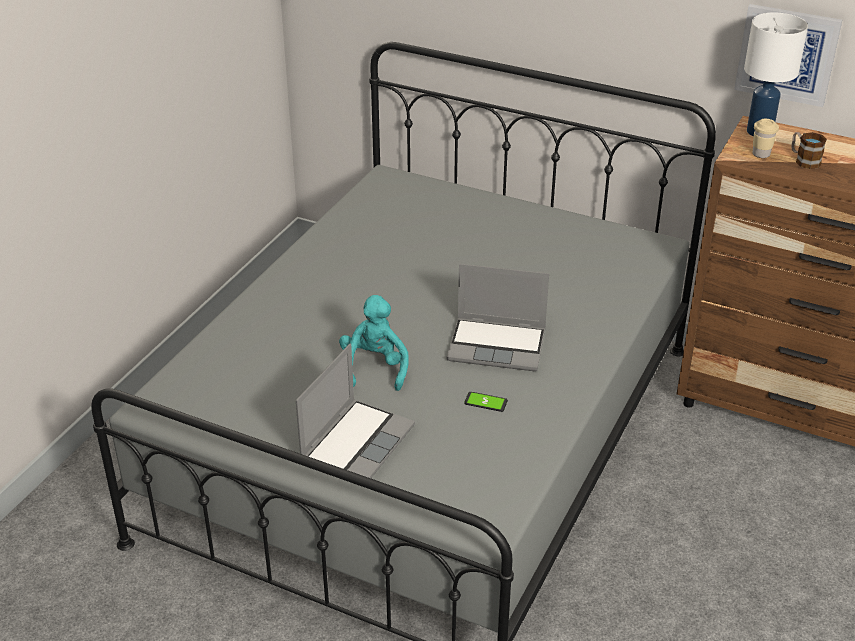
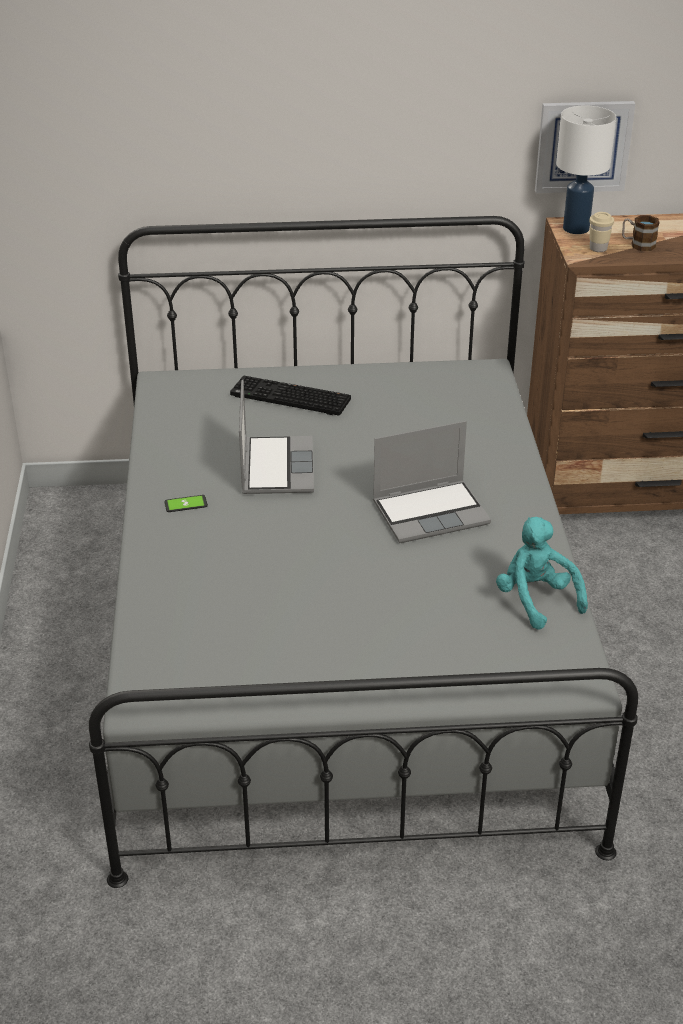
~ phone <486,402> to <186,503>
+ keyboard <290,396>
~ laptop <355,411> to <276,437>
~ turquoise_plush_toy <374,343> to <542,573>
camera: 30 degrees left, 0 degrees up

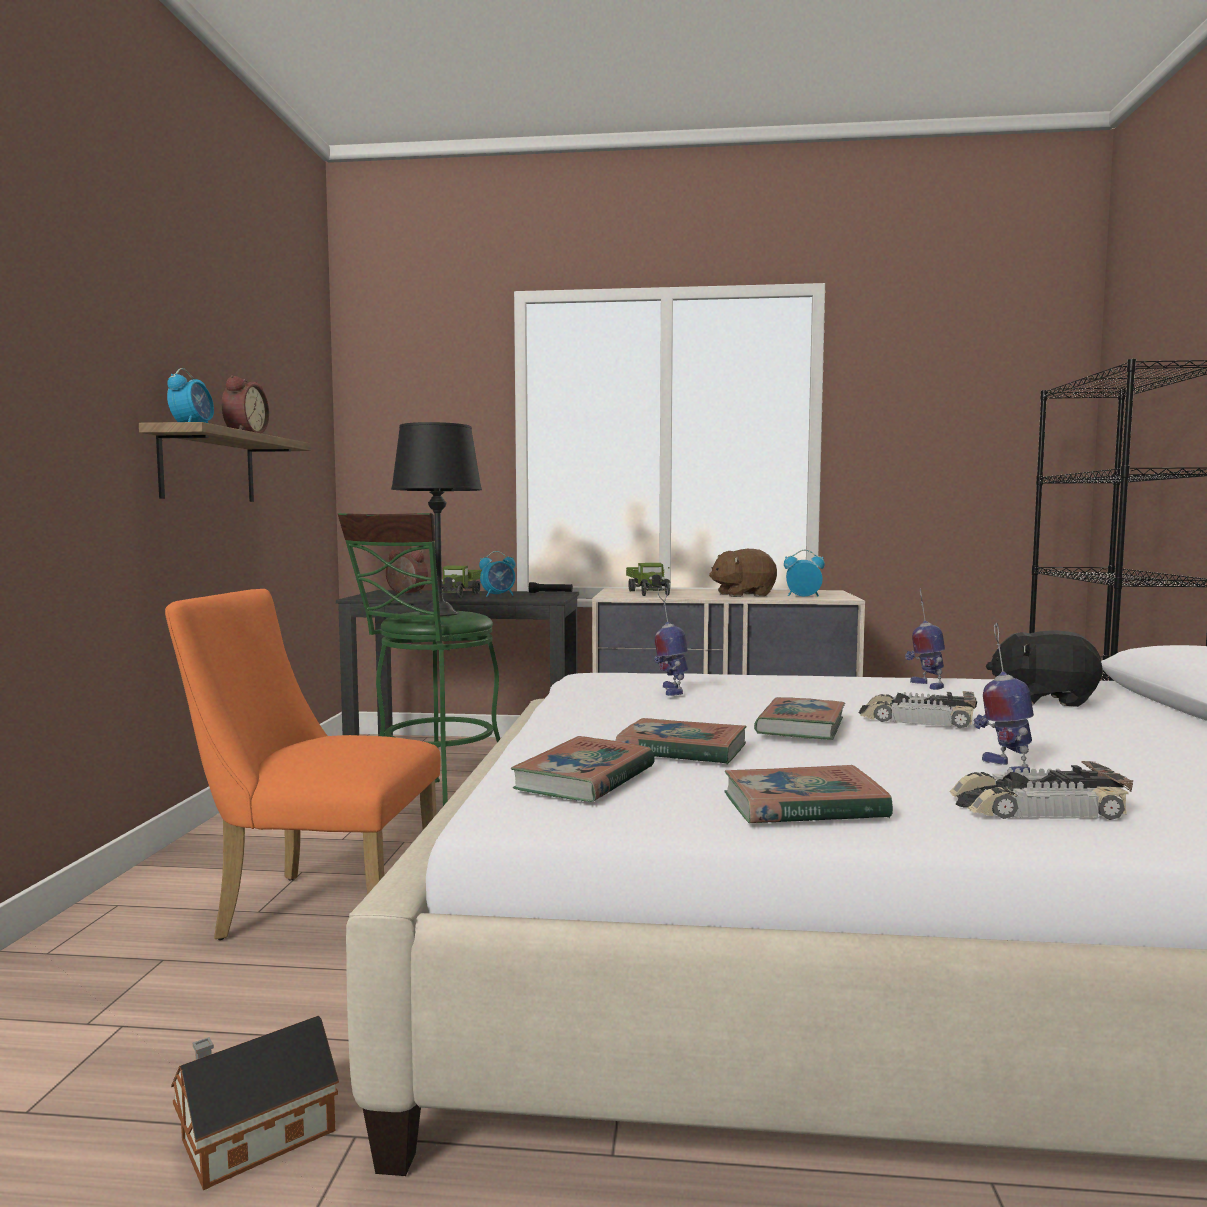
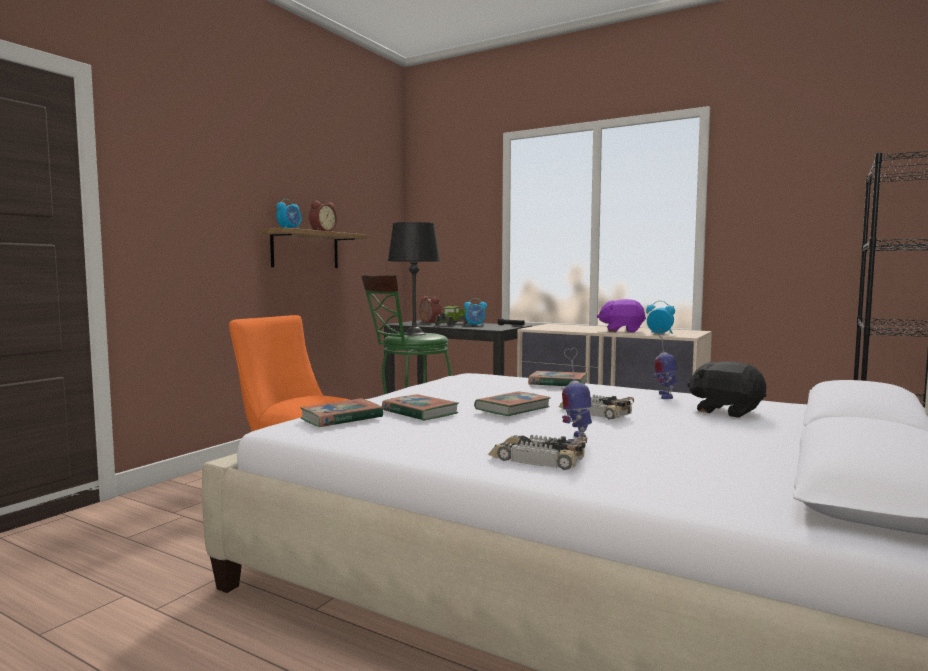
~ book <808,794> to <557,378>
~ brown_plush_toy <743,573> to purple_plush_toy <621,316>
- toy_house <255,1102>
- toy_truck <648,579>
- toy_robot <671,641>
camera: 25 degrees right, 0 degrees up

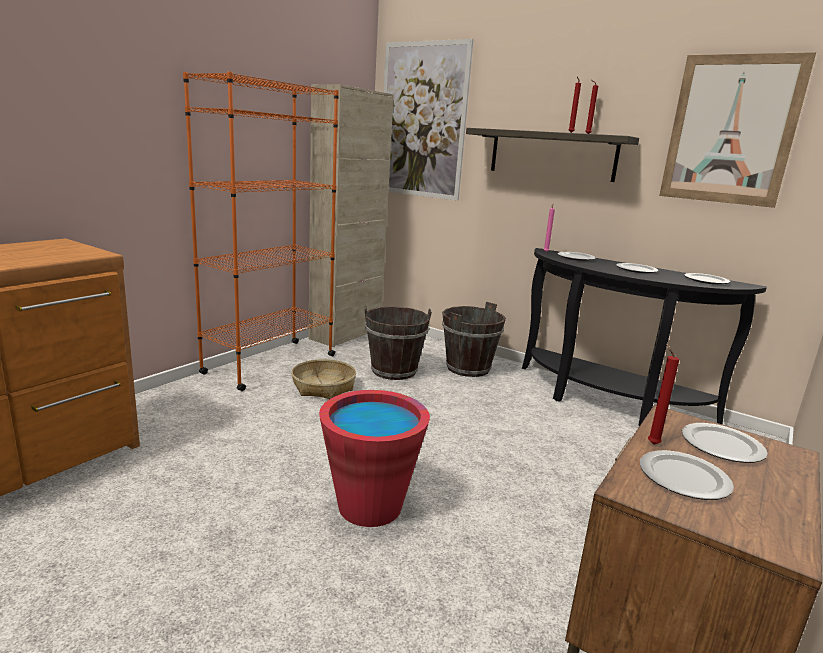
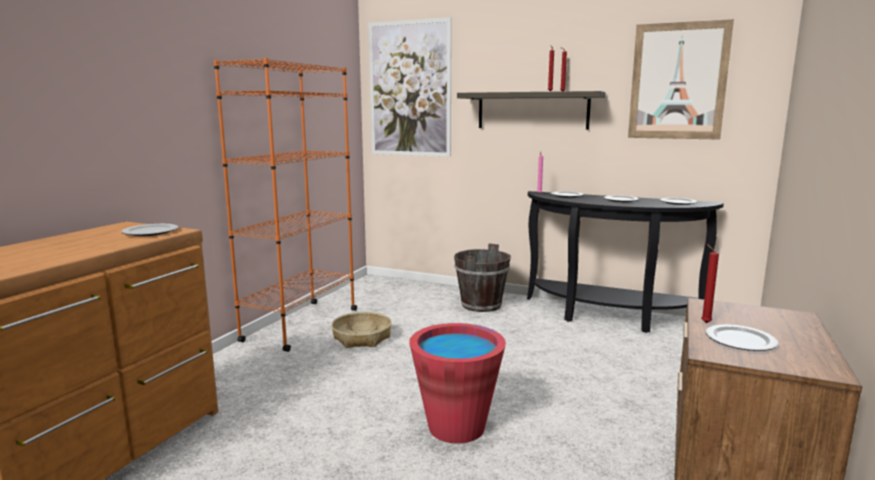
~ plate <725,443> to <149,230>
- beige_cabinet <351,215>
- brown_bucket <398,342>
camera: 10 degrees left, 5 degrees down

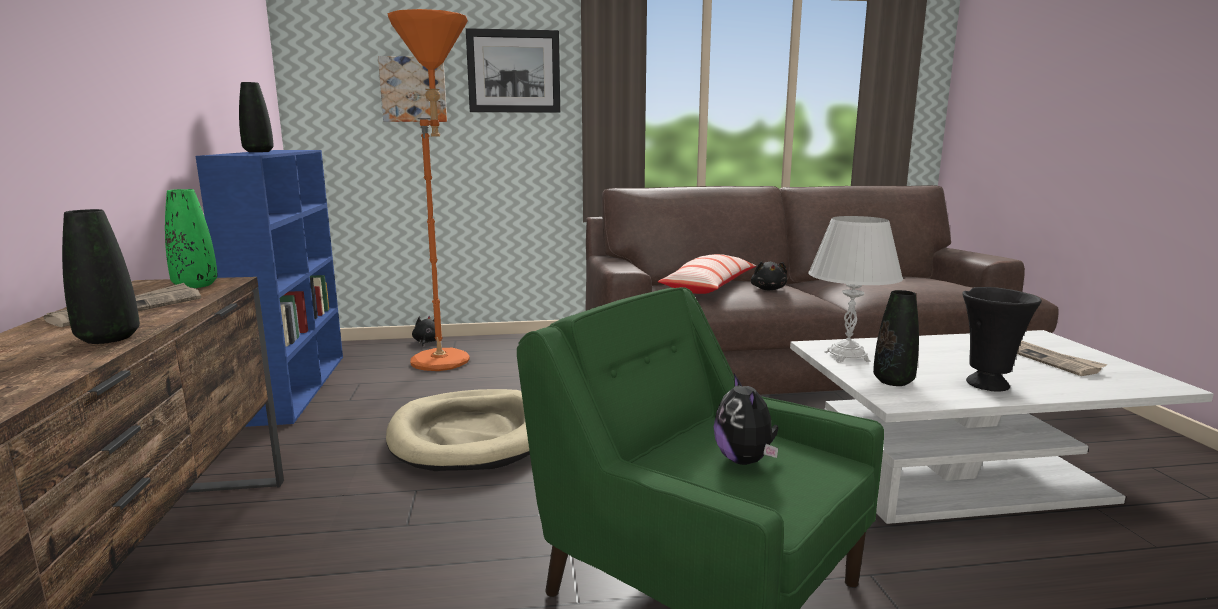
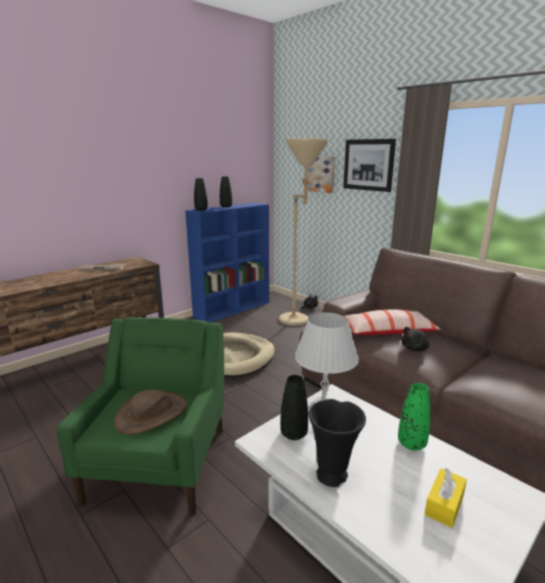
~ plush_toy <746,419> to brown_hat <150,412>
~ black_vase <101,276> to <201,194>
~ orange_floor_lamp <429,190> to beige_floor_lamp <304,232>
~ green_vase <191,238> to <414,417>
~ newspaper <1062,358> to yellow_tissue_box <446,498>
camera: 55 degrees right, 5 degrees up

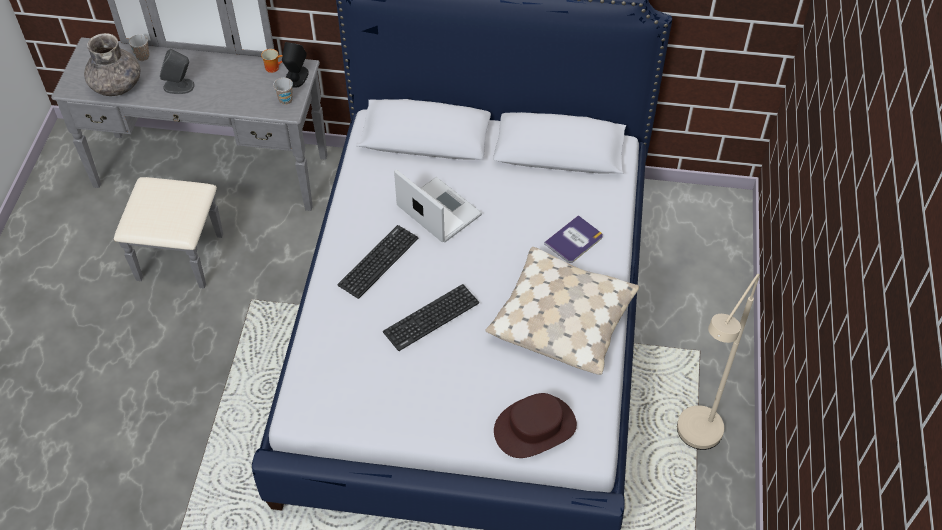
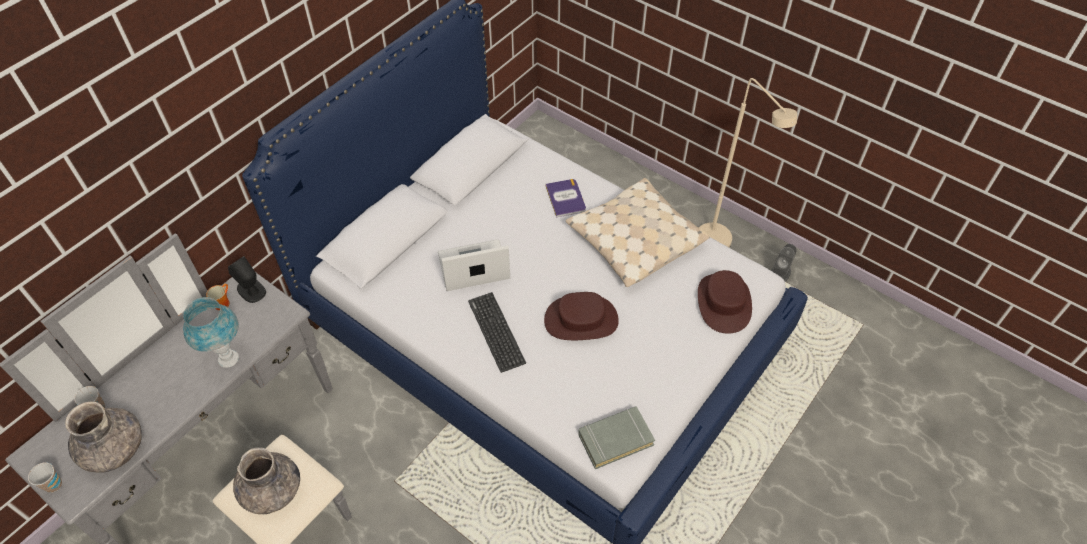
~ cup <283,91> to <45,477>
+ blue_table_lamp <211,332>
+ grey_vase <266,480>
~ keyboard <431,317> to brown_hat <581,316>
+ grey_book <616,437>
~ grey_speaker <177,71> to <784,263>
camera: 60 degrees left, 0 degrees up

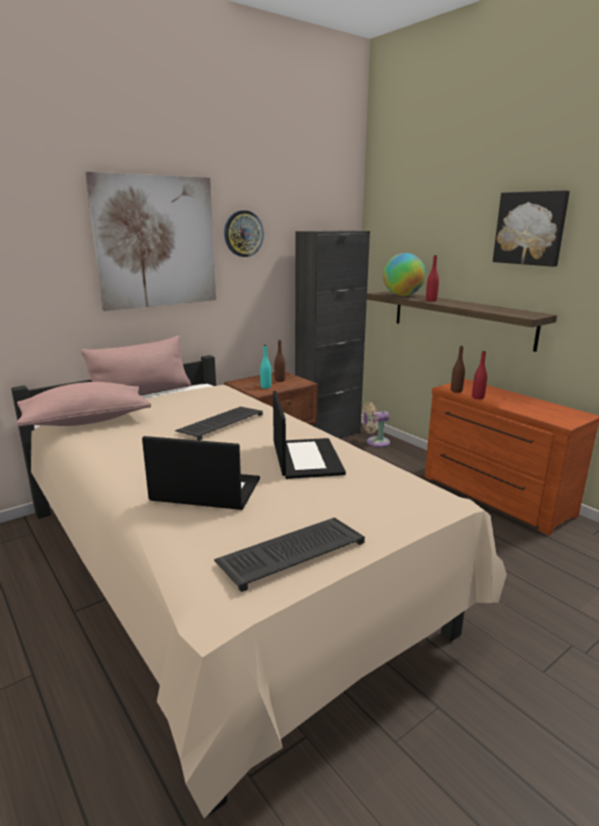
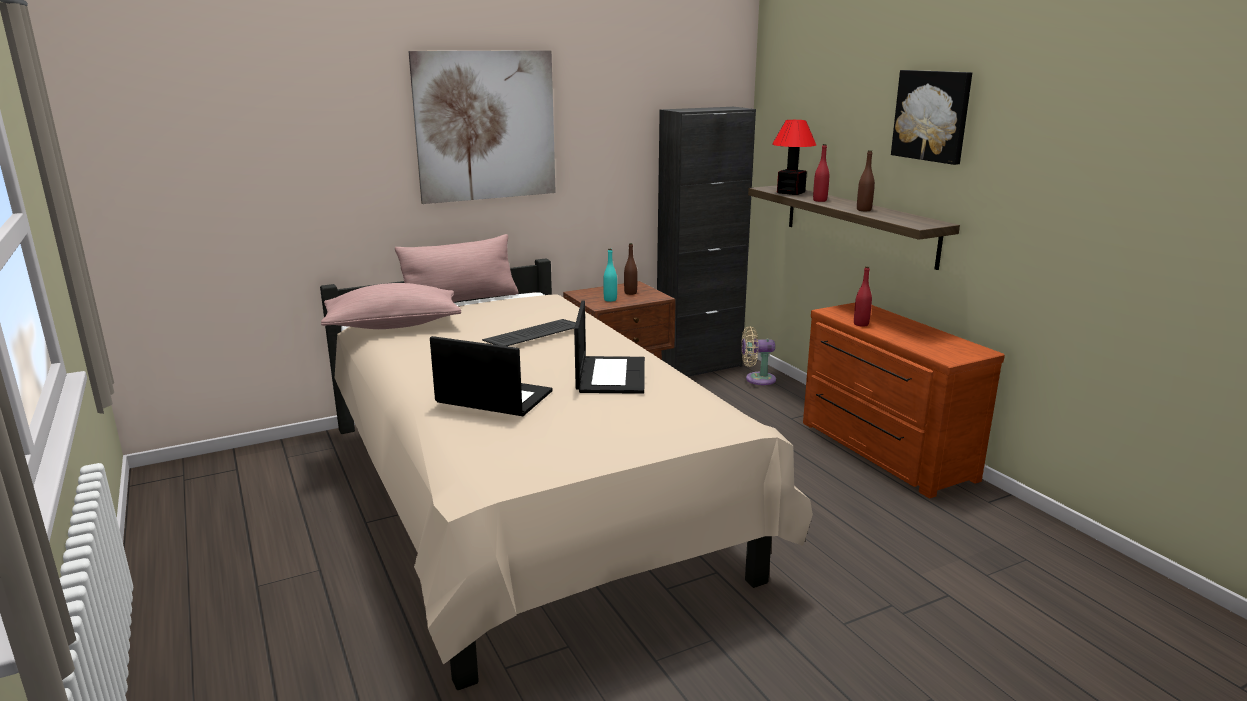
~ globe <404,274> to table_lamp <794,157>
~ brown_bottle <458,369> to <866,180>
- keyboard <289,554>
- wall_clock <244,233>
camera: 10 degrees right, 0 degrees up

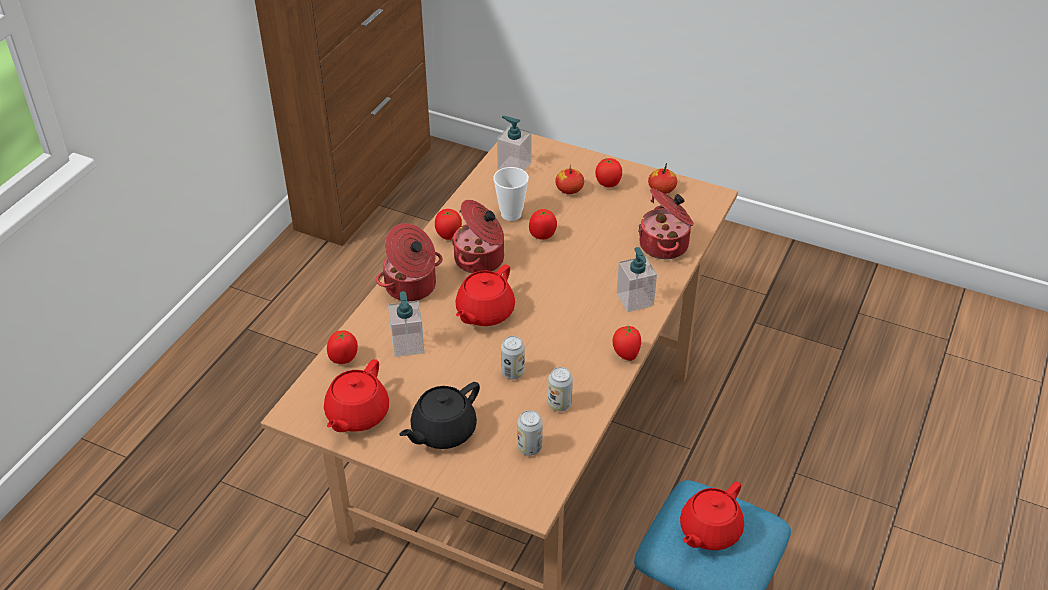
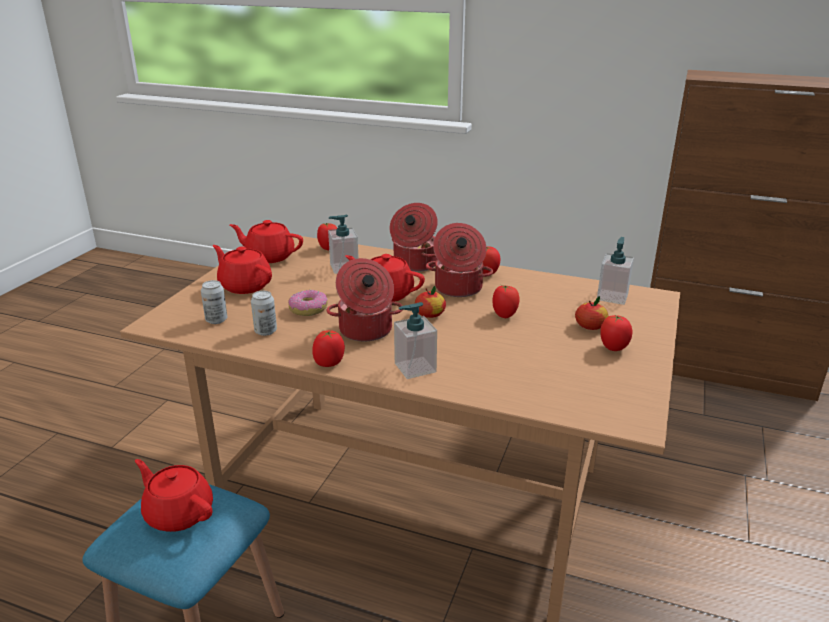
~ black_teapot <439,415> to red_teapot <242,269>
~ can <513,357> to donut <308,303>
~ cooking_pot <666,223> to <365,300>
~ apple <662,178> to <430,302>
- cup <511,194>
camera: 85 degrees right, 15 degrees down

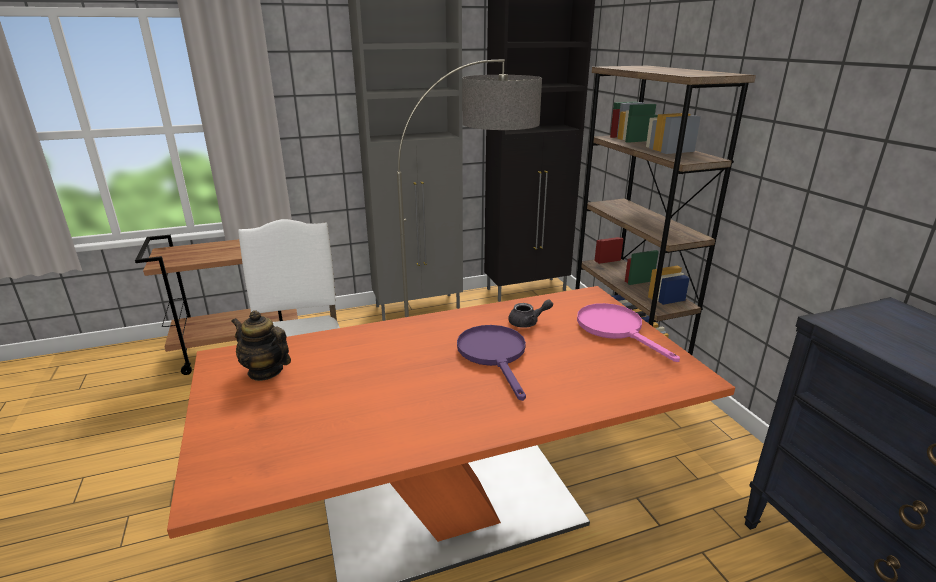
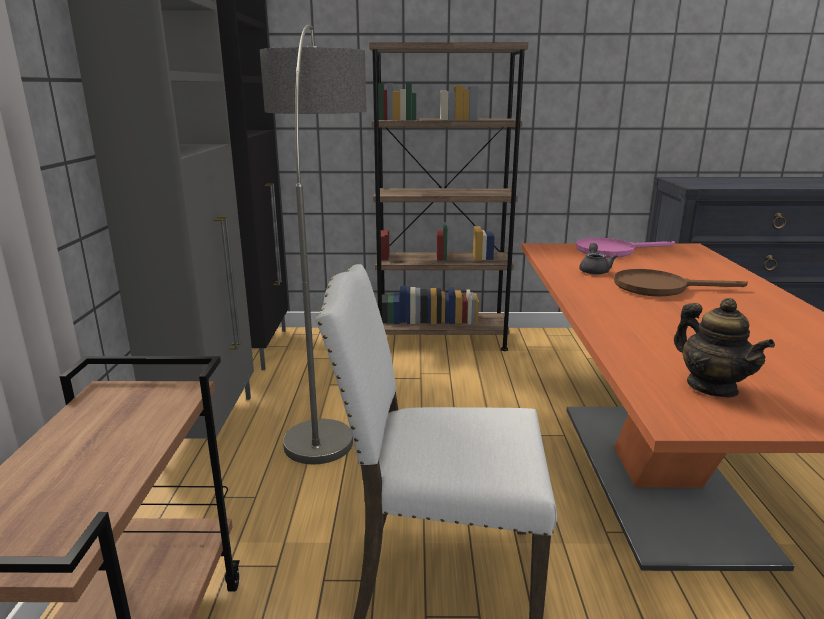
~ purple_frying_pan <491,363> to brown_frying_pan <681,282>
~ teapot <261,345> = <724,347> 75 degrees counterclockwise
camera: 70 degrees left, 5 degrees down

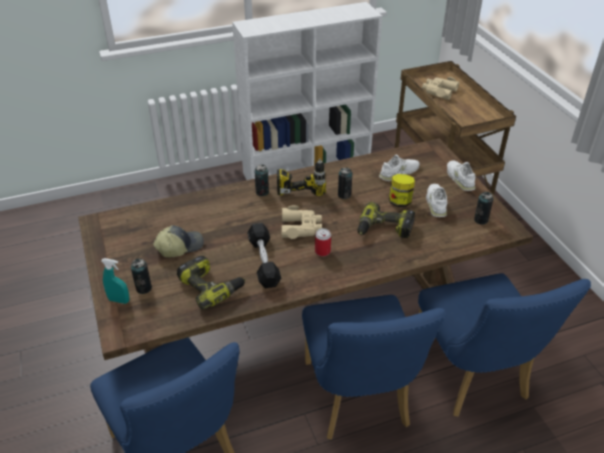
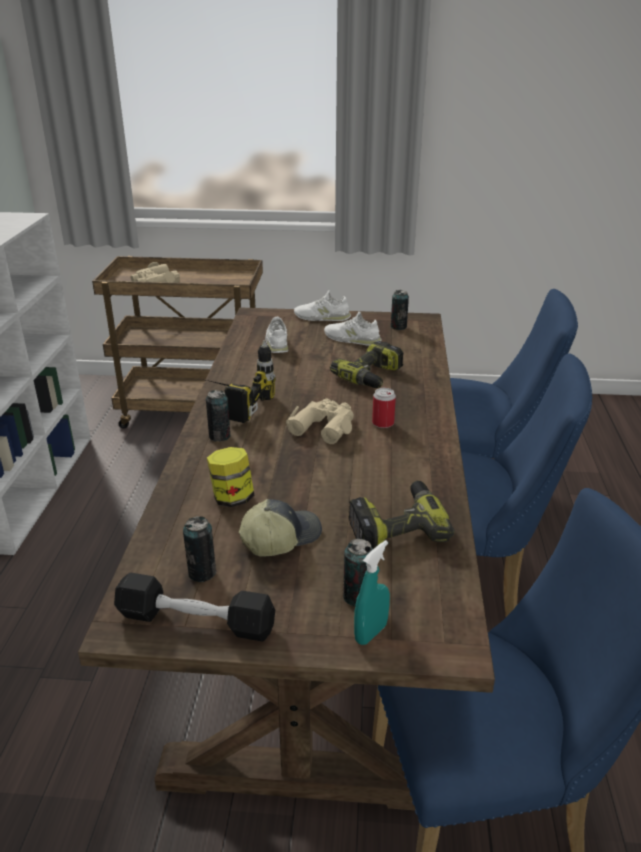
~ black_dumbbell <264,256> to <194,607>
~ can <345,183> to <200,549>
~ jar <402,190> to <230,477>
~ cap <178,241> = <280,527> 60 degrees clockwise
camera: 65 degrees left, 10 degrees down

